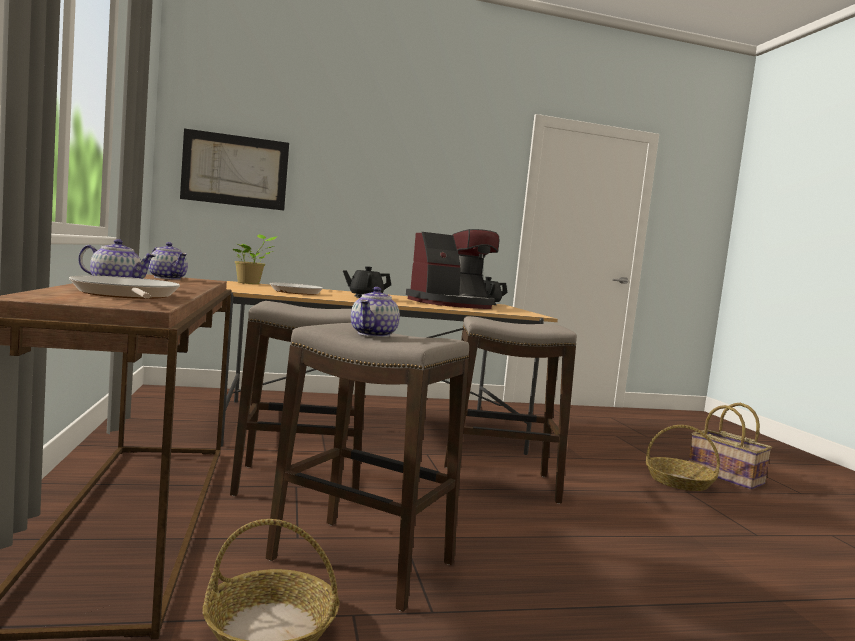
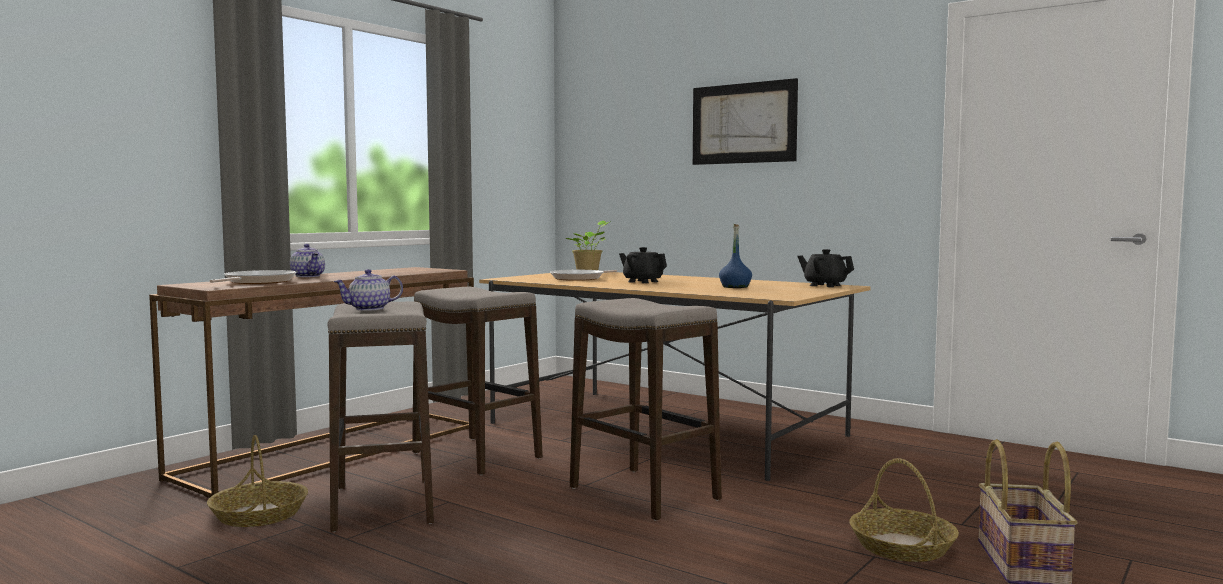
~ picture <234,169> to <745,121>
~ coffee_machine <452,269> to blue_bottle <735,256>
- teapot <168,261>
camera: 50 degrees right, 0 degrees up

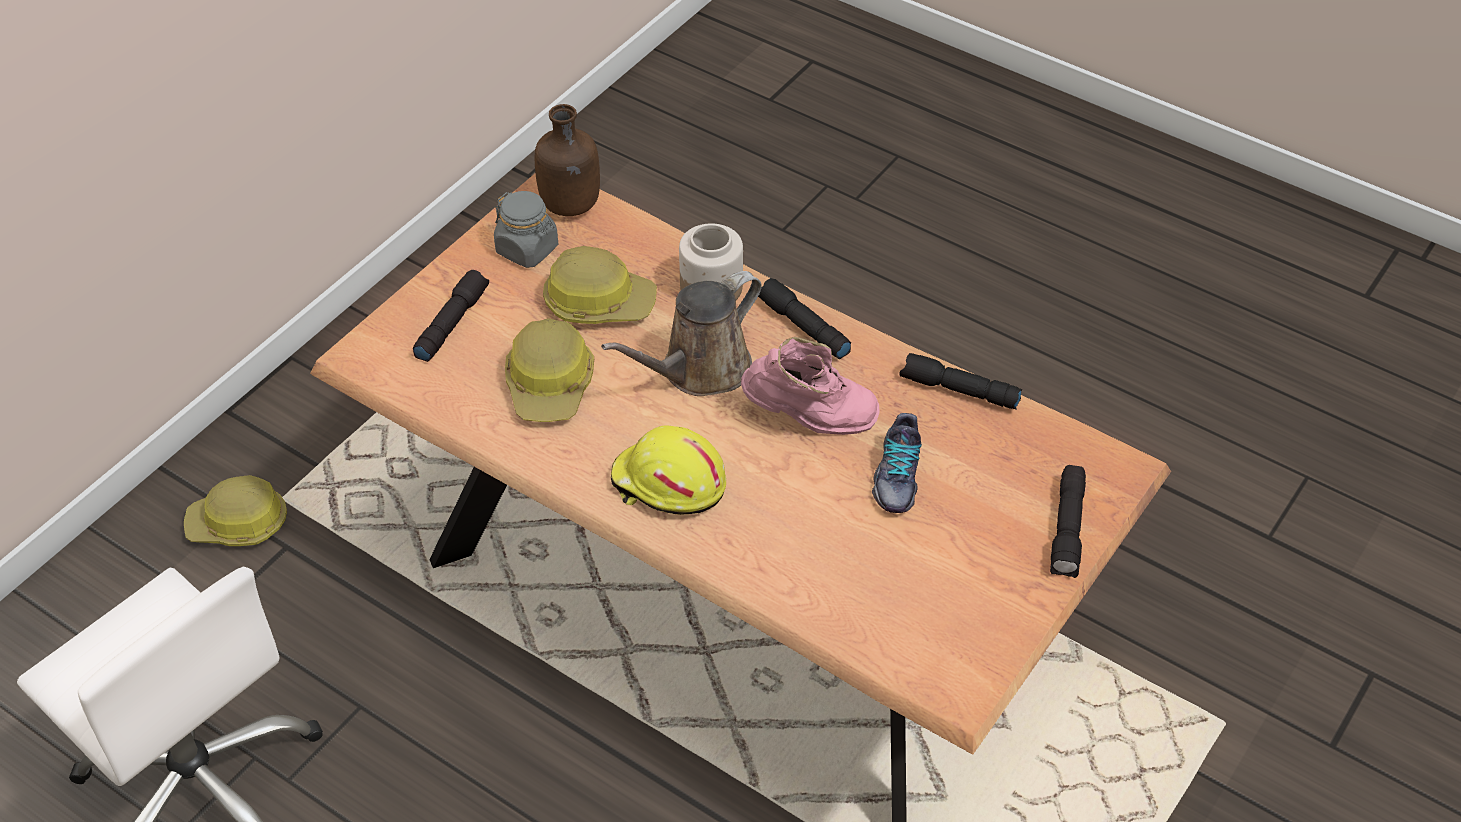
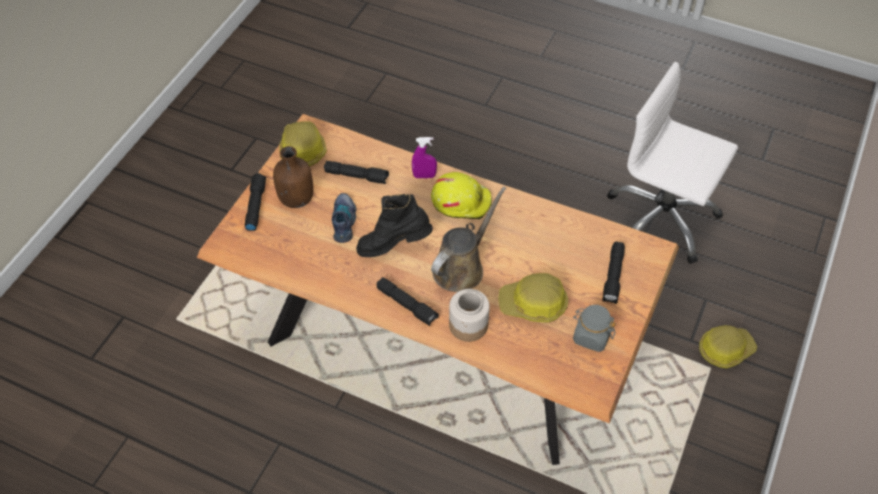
~ brown_bottle <567,160> to <293,177>
~ hard_hat <549,370> to <303,144>
~ black_flashlight <961,381> to <356,172>
~ pink_boot <810,386> to black_boot <394,225>
+ purple_spray_bottle <424,157>
camera: 170 degrees right, 5 degrees up

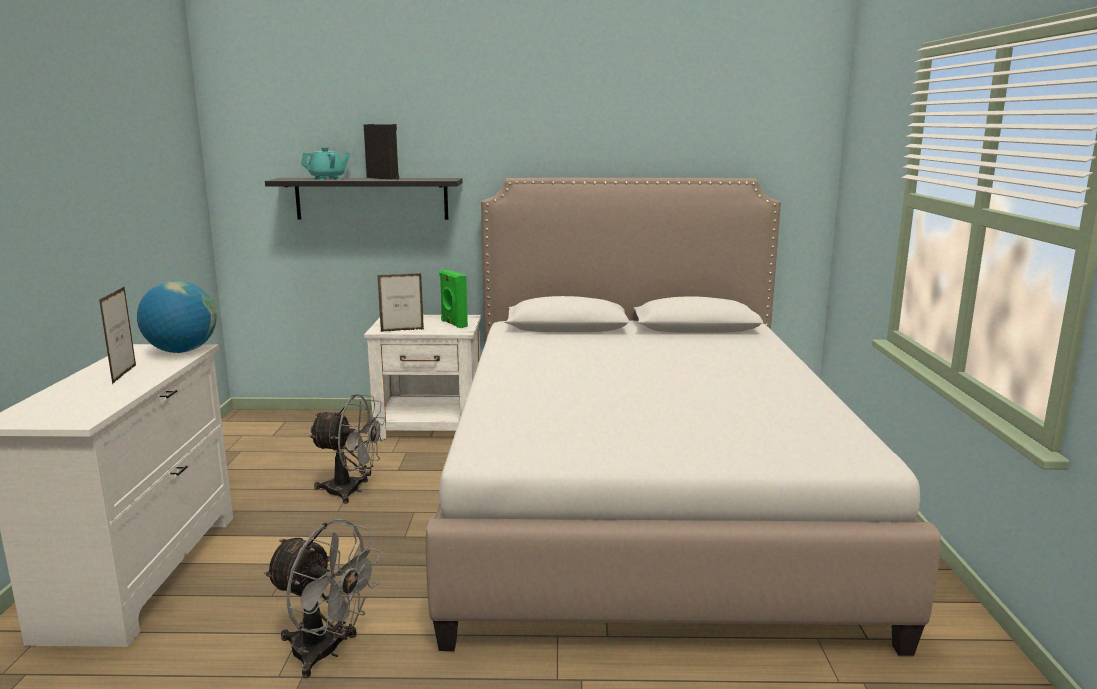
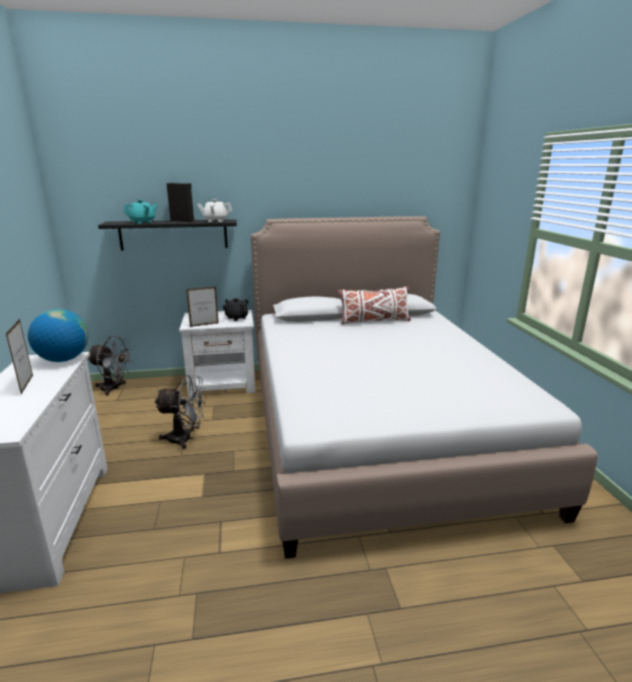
~ grey_fan <323,598> to <110,366>
+ white_teapot <214,210>
~ green_speaker <453,299> to black_teapot <235,309>
+ white_pillow <374,305>
camera: 10 degrees left, 5 degrees up

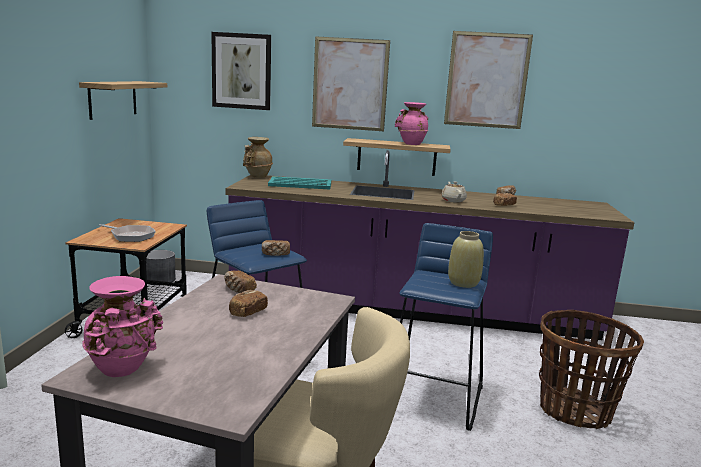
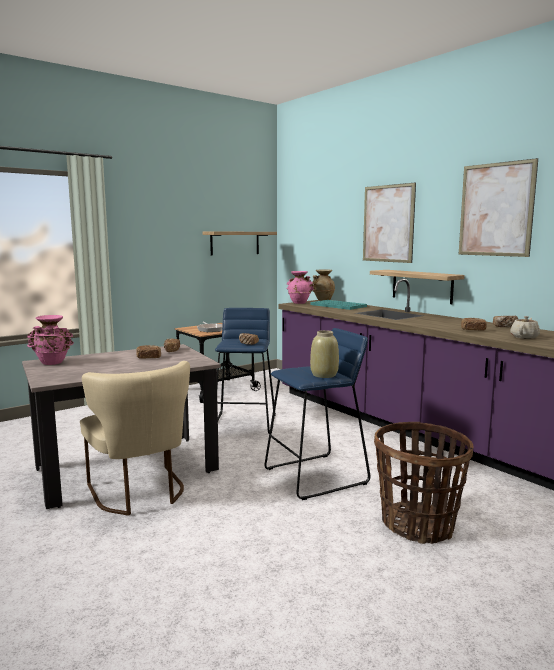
~ pink_vase <411,123> to <300,287>
~ beige_teapot <454,192> to <525,327>
- grey_planter <161,267>
- picture <241,71>
camera: 45 degrees right, 5 degrees down

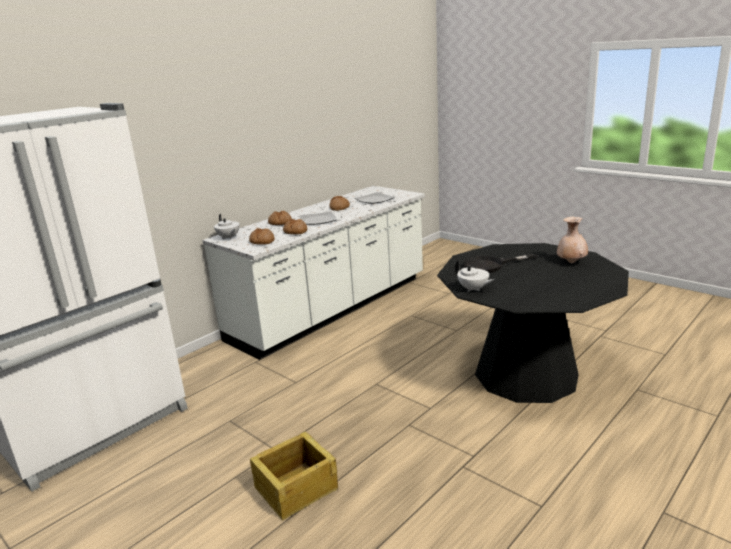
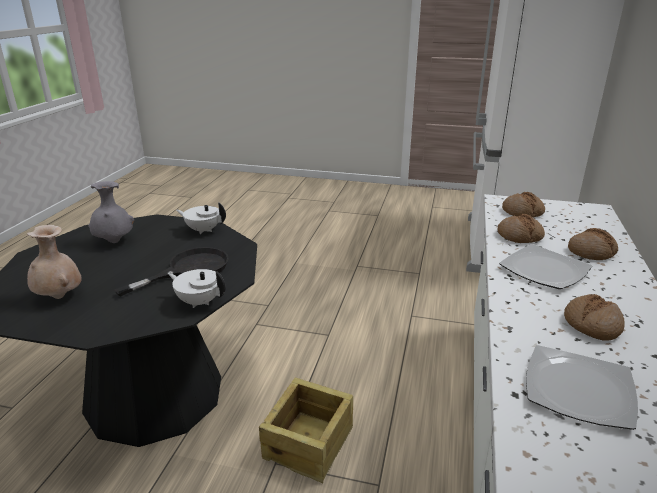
+ grey_vase <111,212>
~ white_teapot <227,226> to <196,288>
~ crate <294,475> to <306,430>
camera: 150 degrees right, 5 degrees up

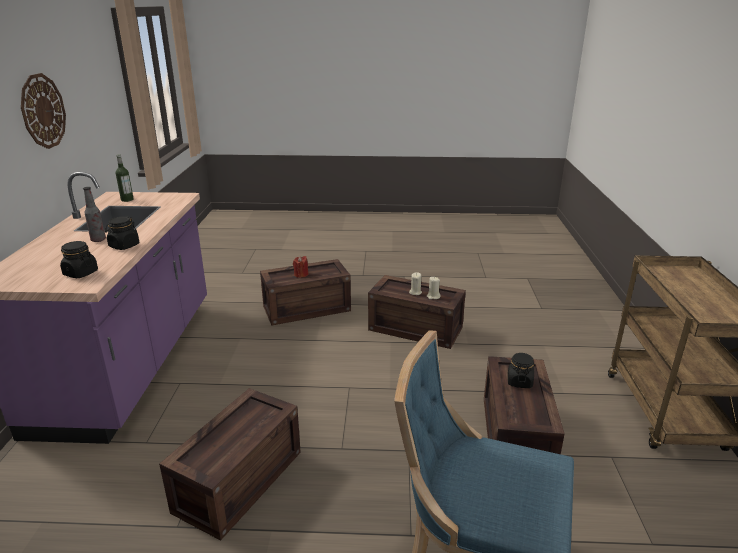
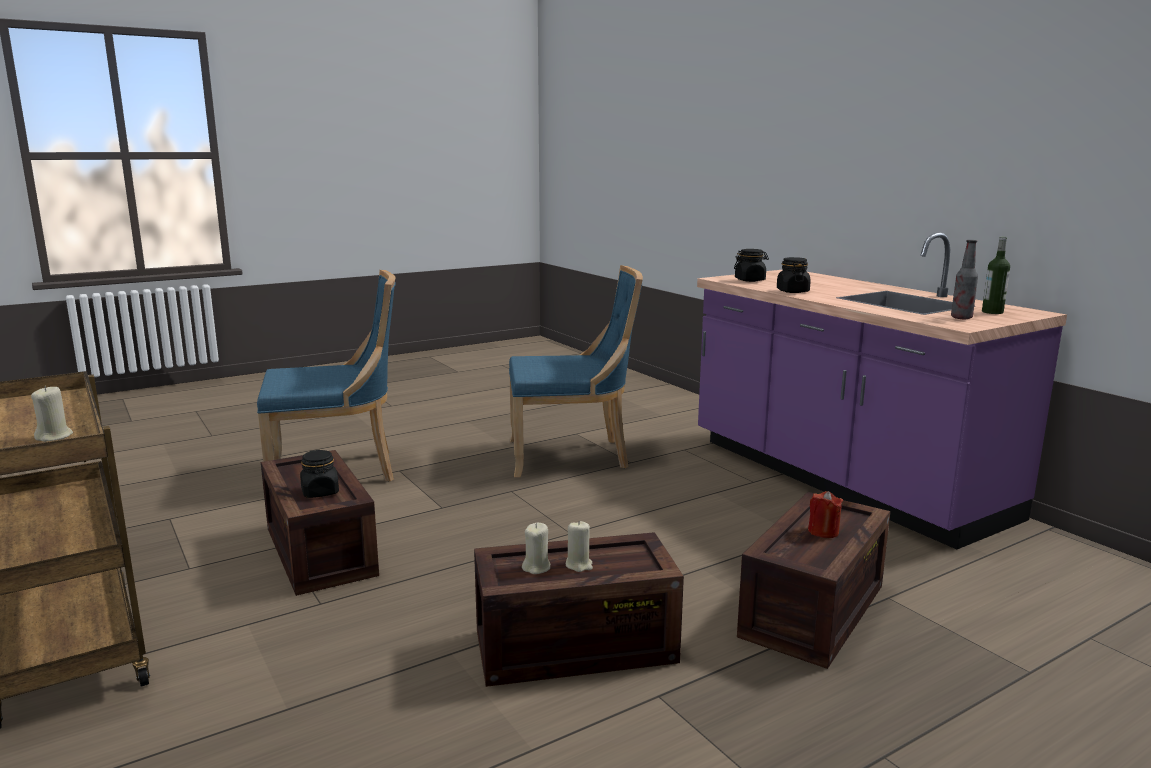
+ beige_candle <52,414>
~ crate <230,464> to blue_chair <576,371>
~ bottle <94,214> to <964,279>
- wall_clock <43,111>
camera: 145 degrees right, 10 degrees down

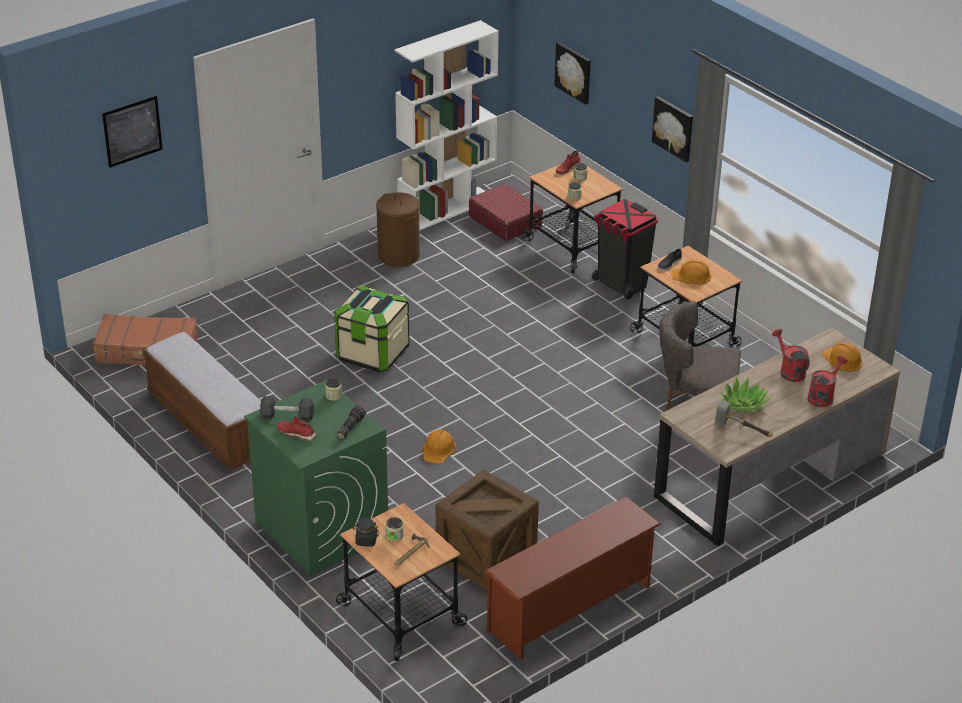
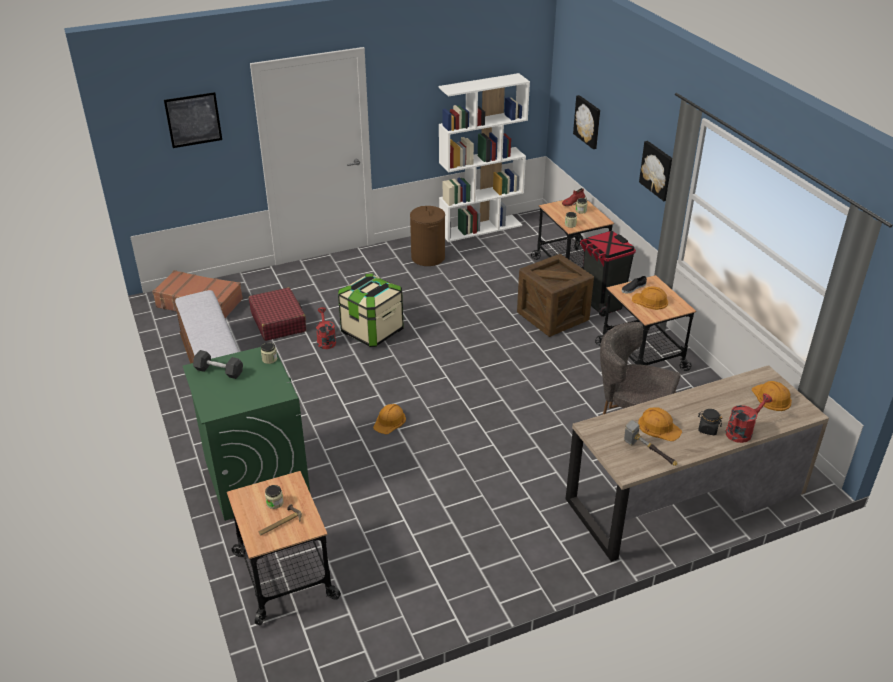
~ red_suitcase <506,212> to <277,314>
~ red_watering_can <791,355> to <326,328>
~ crate <487,530> to <555,295>
~ potted_plant <745,395> to orange_hard_hat <660,424>
~ black_jar <366,532> to <710,422>
- red_shoe <297,429>
- flashlight <351,423>
- brown_shoe_rack <572,578>
camera: 15 degrees right, 0 degrees up

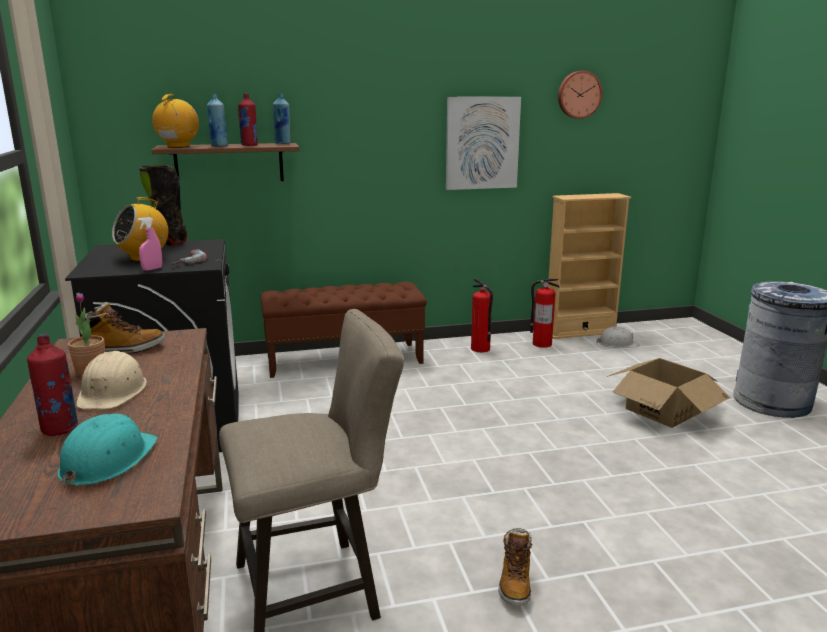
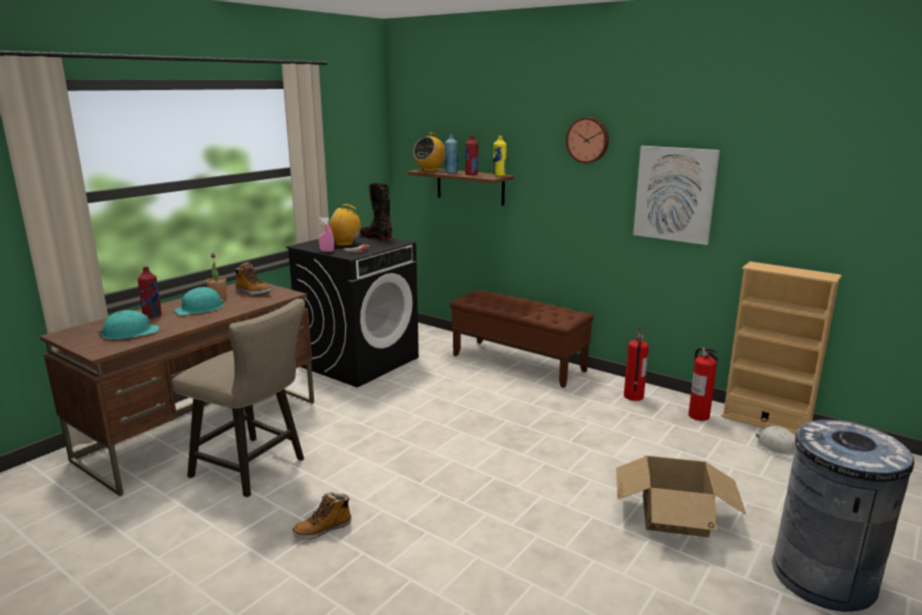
~ beige_hard_hat <111,380> to turquoise_hard_hat <199,301>
~ radio <175,121> = <429,152> 150 degrees clockwise
~ blue_bottle <282,118> to yellow_bottle <500,155>
~ wall_clock <580,95> to <587,140>
camera: 50 degrees right, 0 degrees up

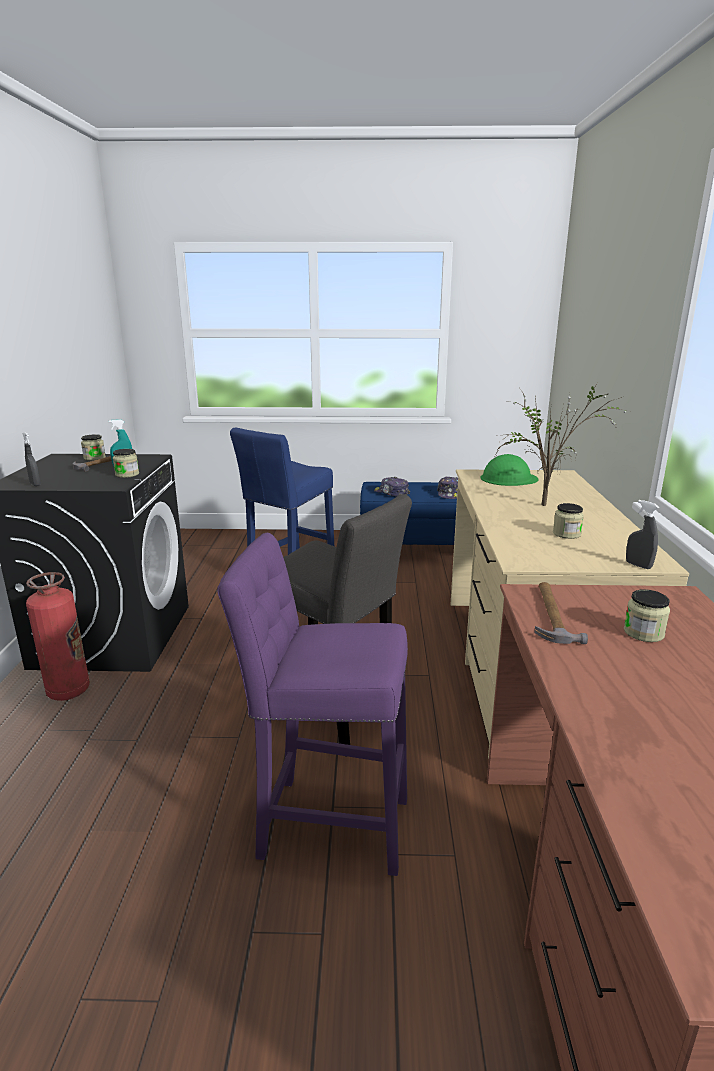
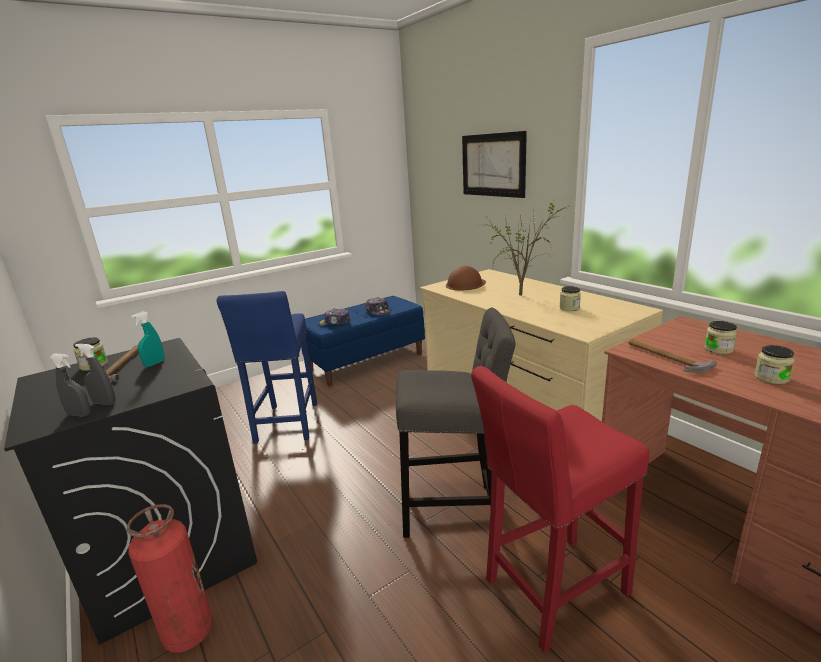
~ grey_spray_bottle <642,534> to <95,374>
~ green_hard_hat <509,470> to brown_hard_hat <466,278>
+ picture <494,164>
~ purple_stool <312,704> to red_stool <560,509>
~ jar <126,463> to <774,364>
camera: 35 degrees left, 0 degrees up

